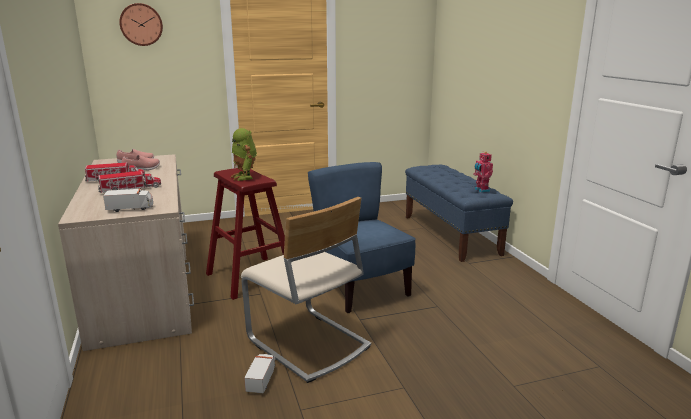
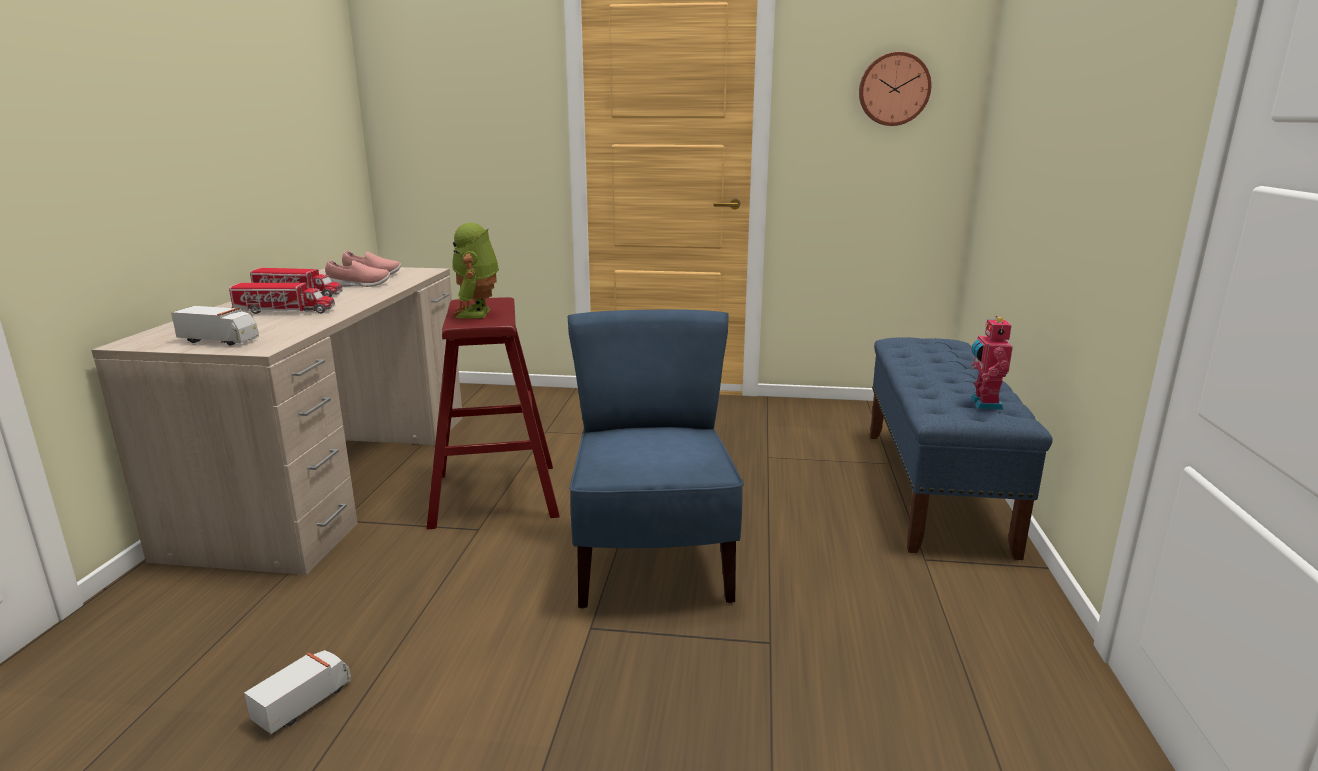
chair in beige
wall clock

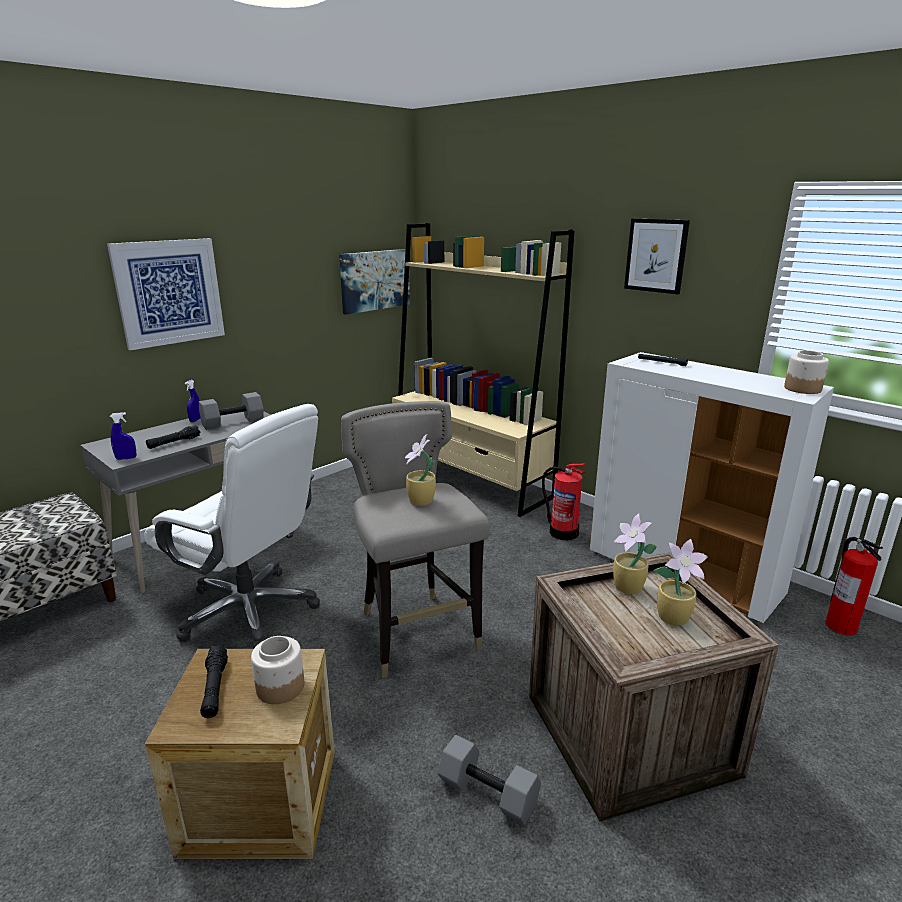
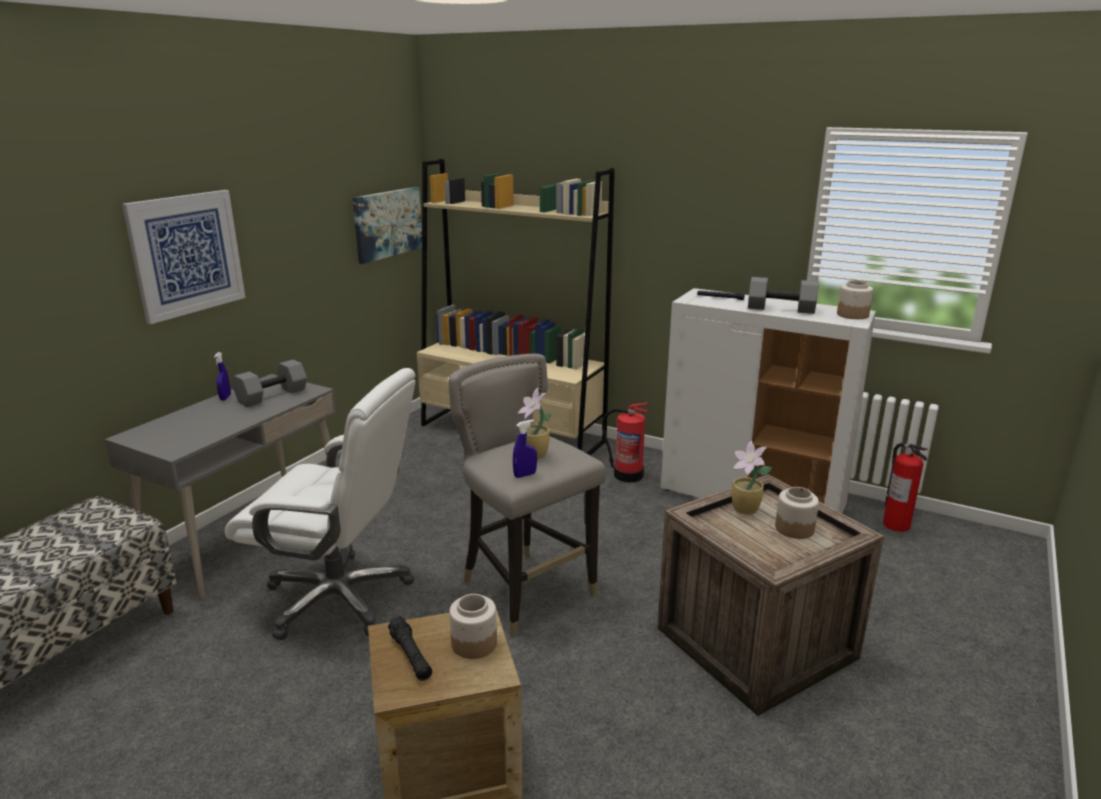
flashlight in black (no. 1 from left in the first image)
picture (no. 3 from left in the first image)
spray bottle in blue (no. 2 from left)
dumbbell in grey (no. 2 from left)
jar (no. 2 from left)

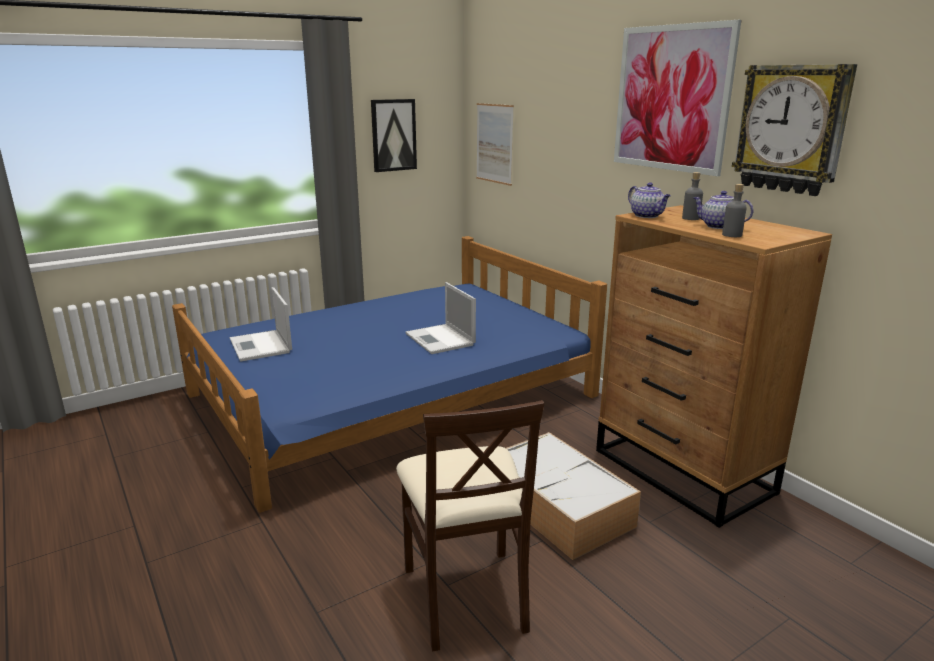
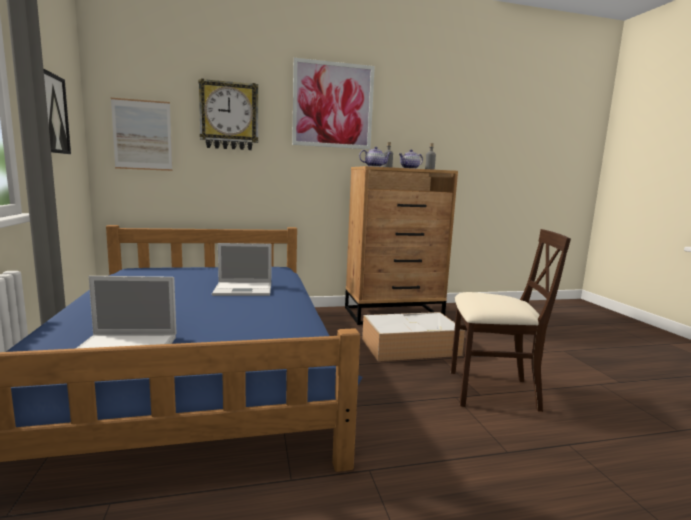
wall clock

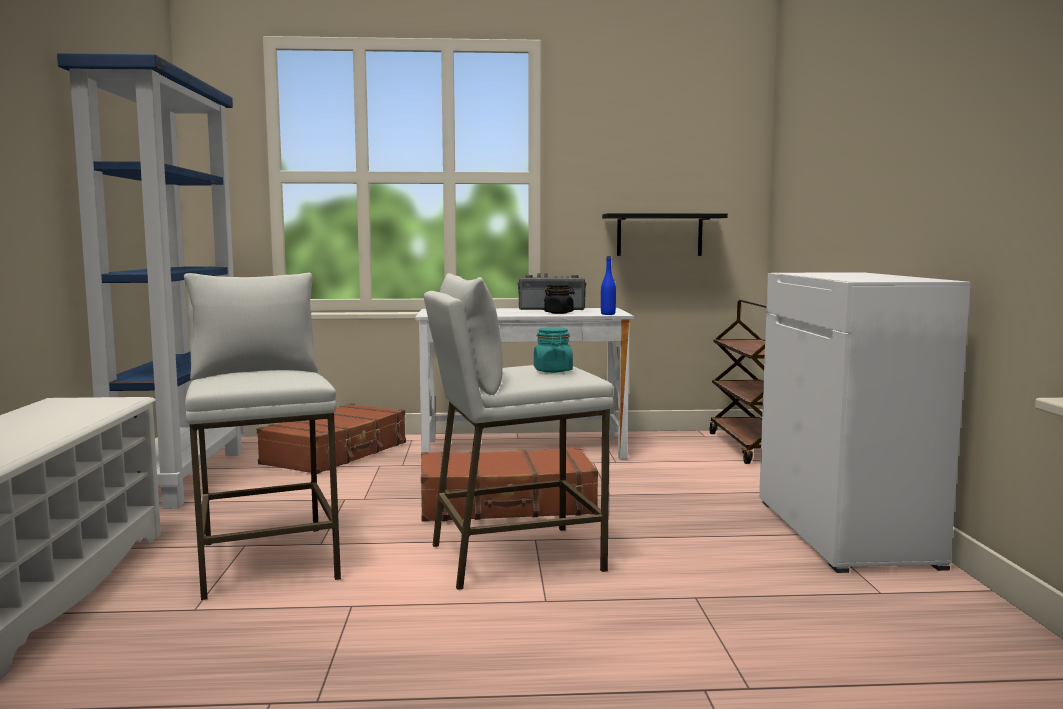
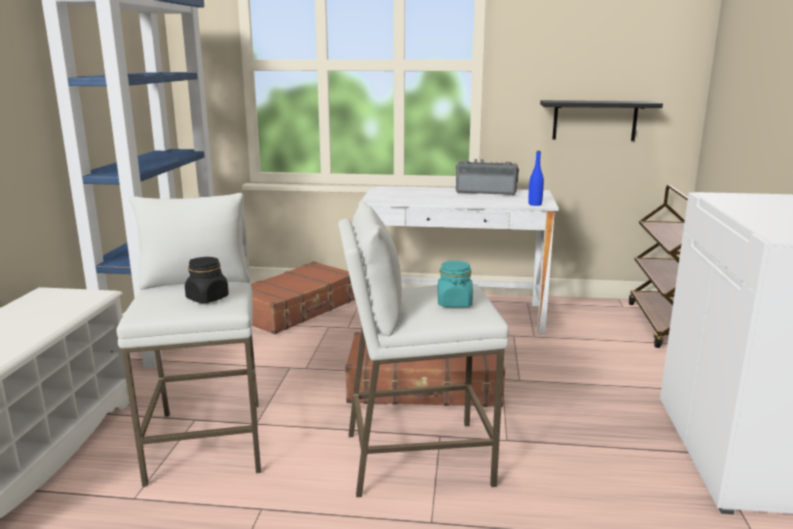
jar in black

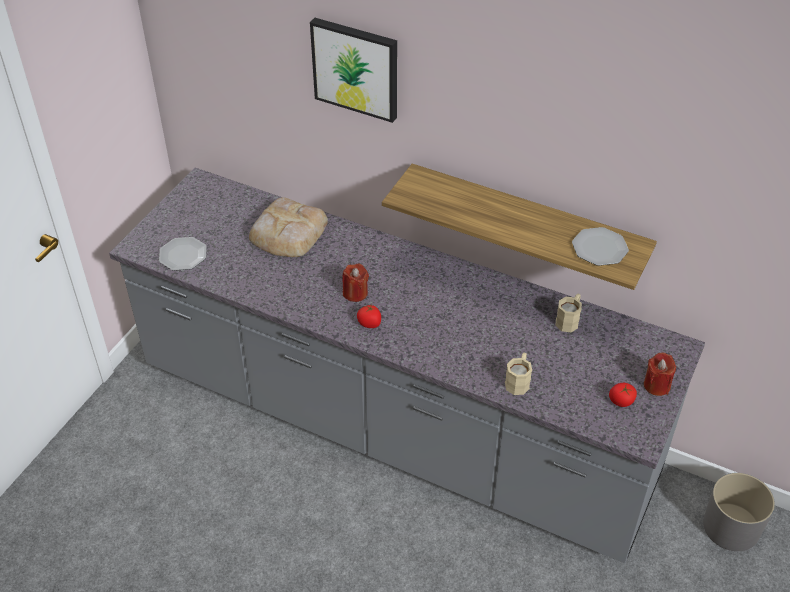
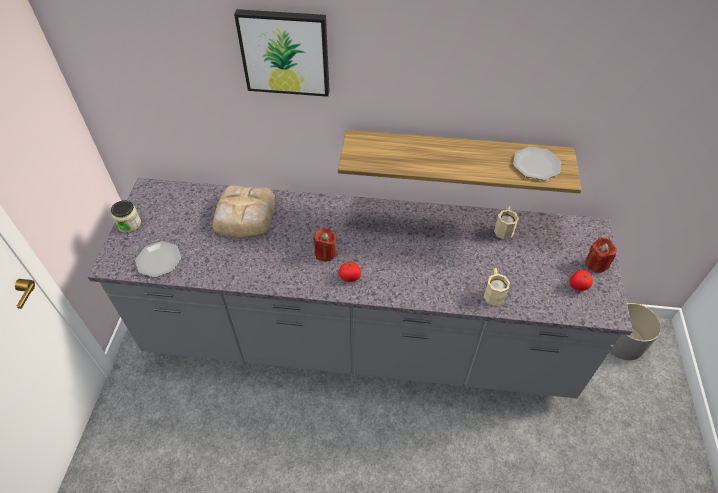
jar

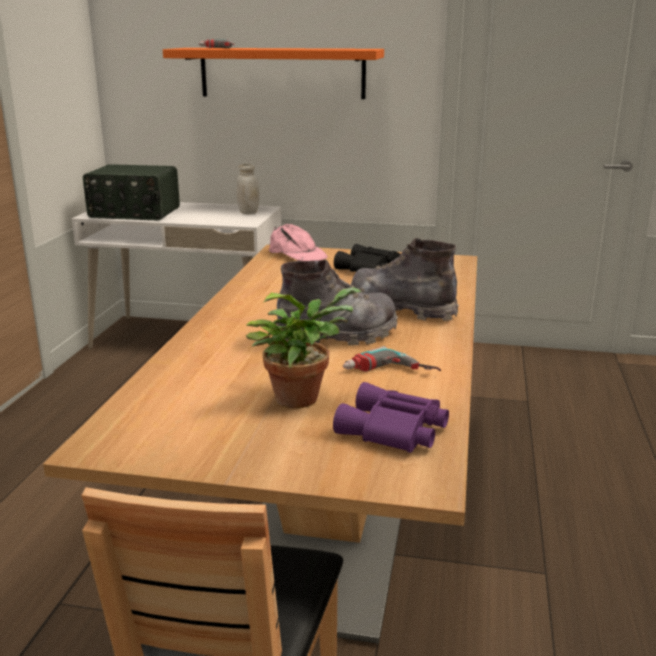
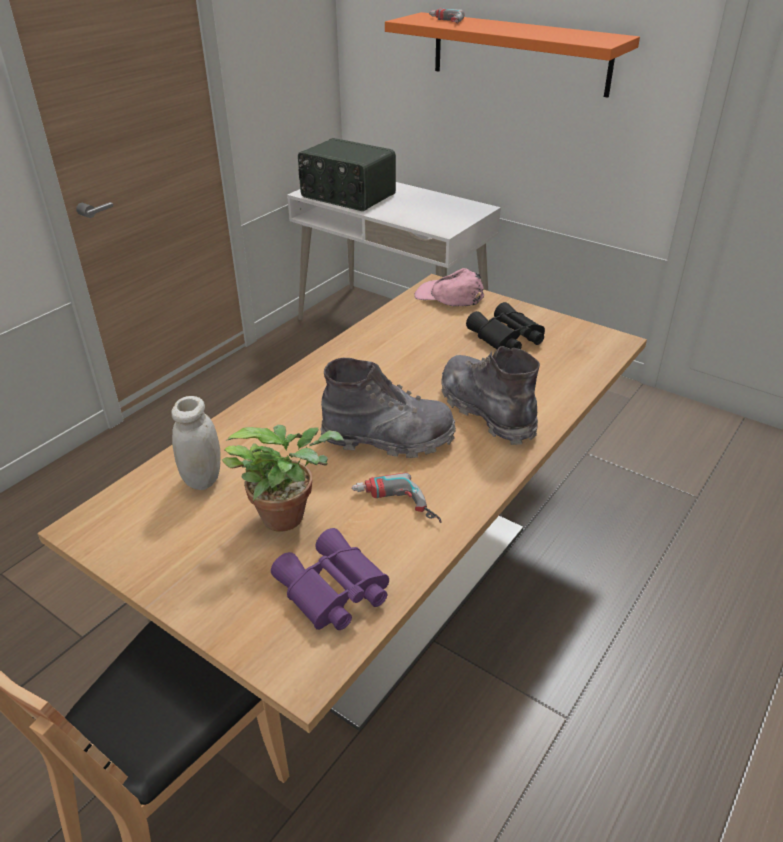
jar in white
cap in pink

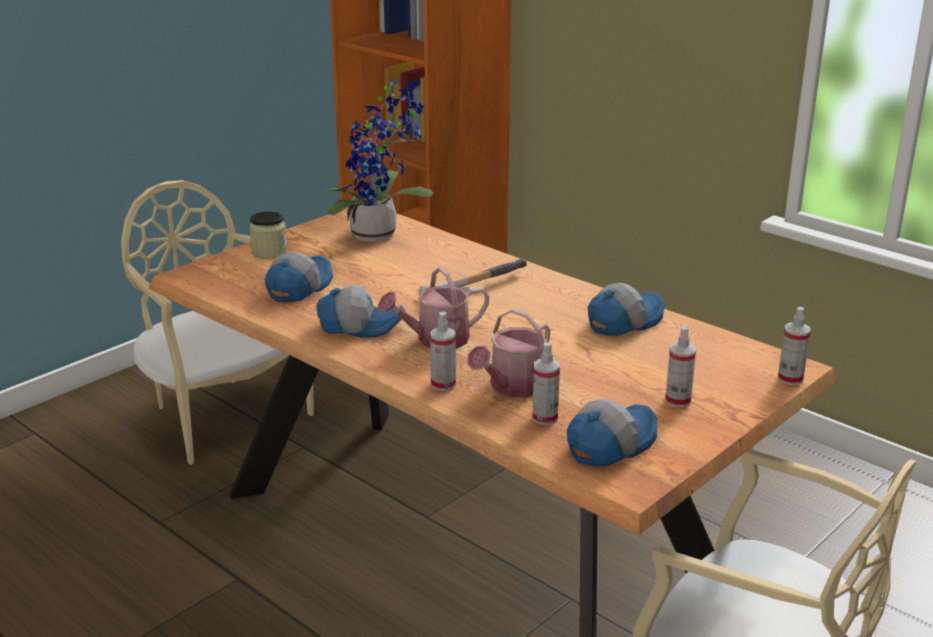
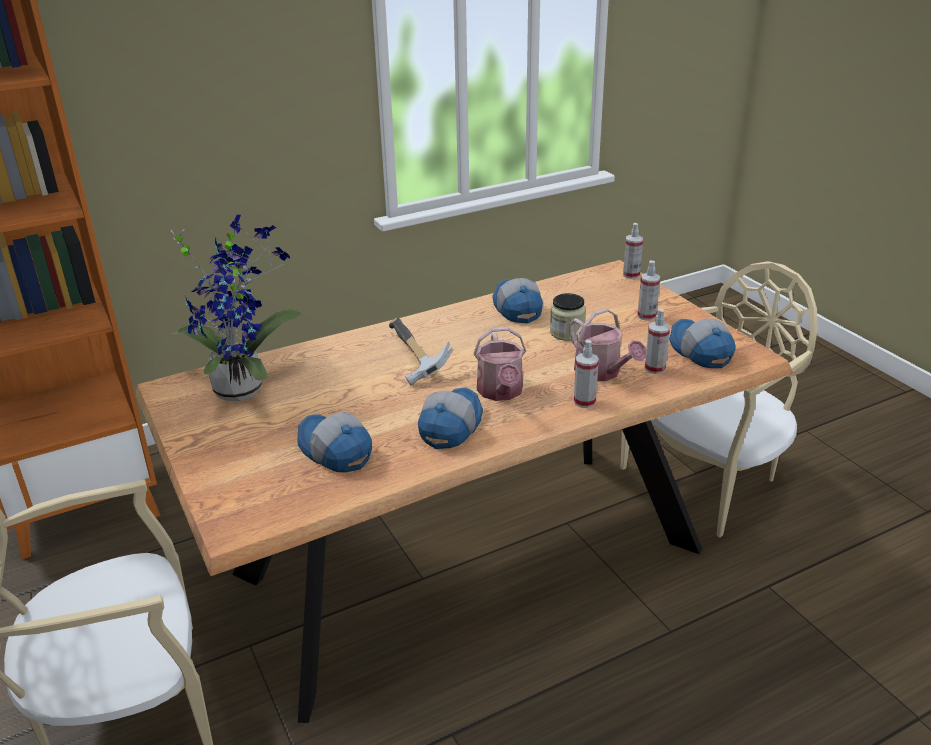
jar

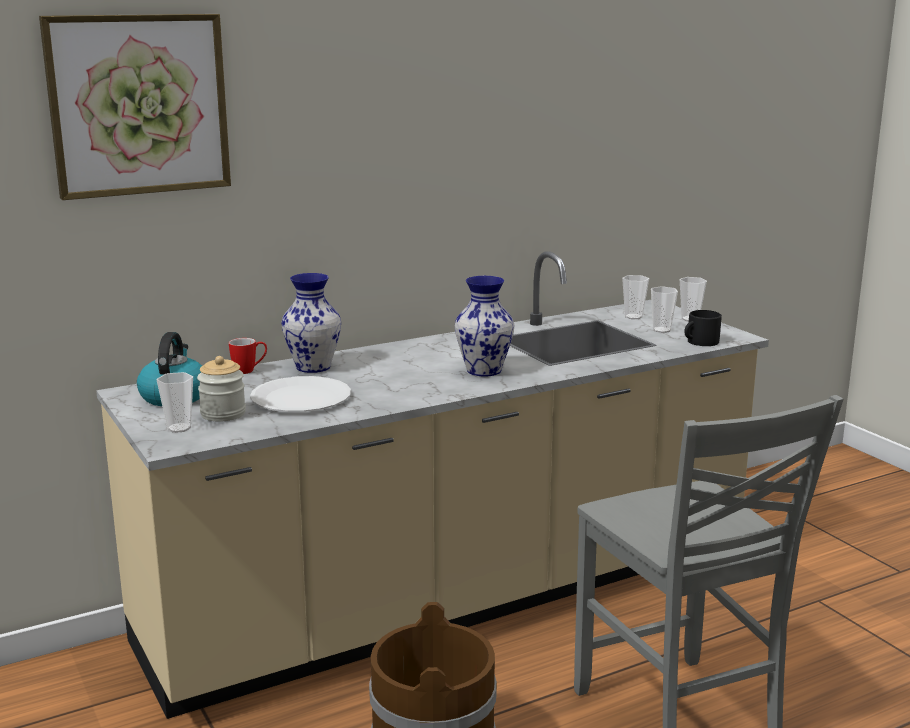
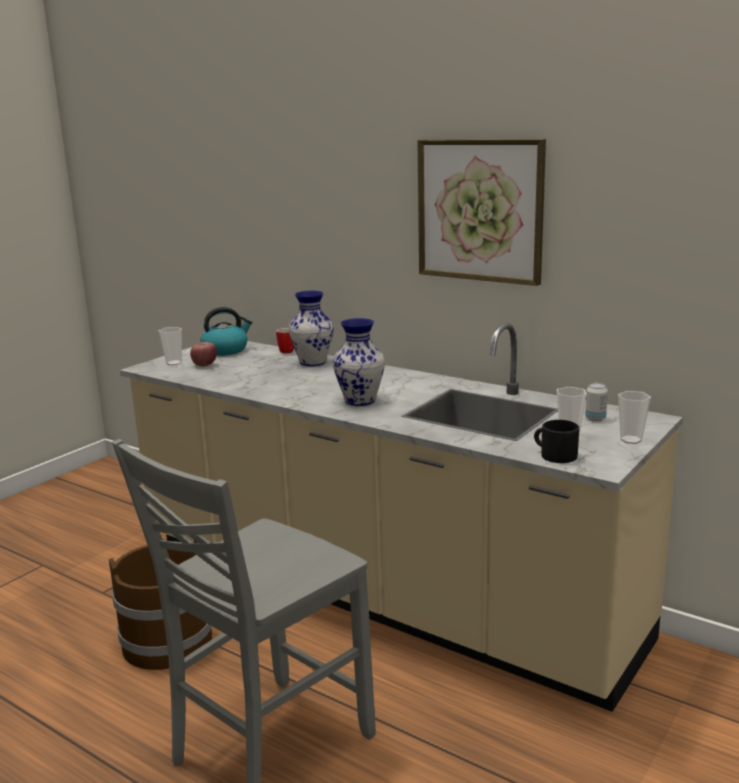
plate in white
picture
apple
can

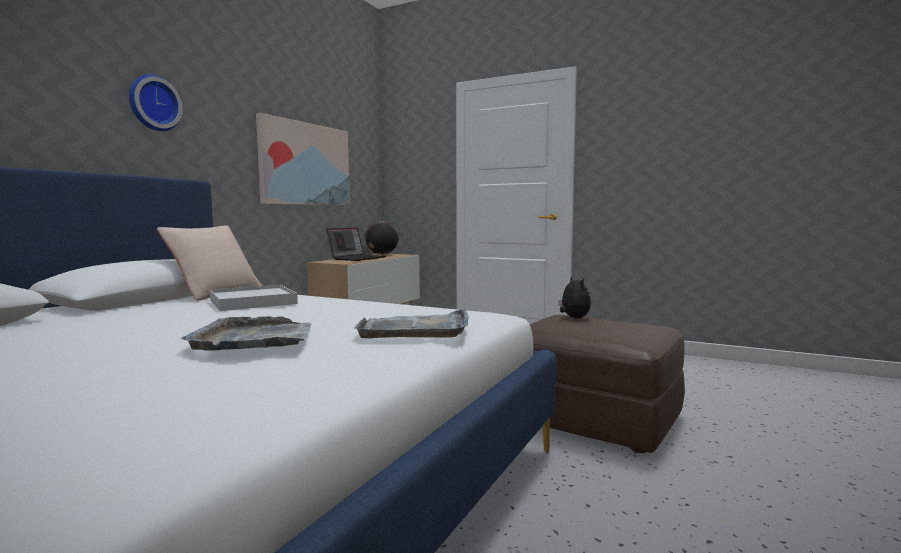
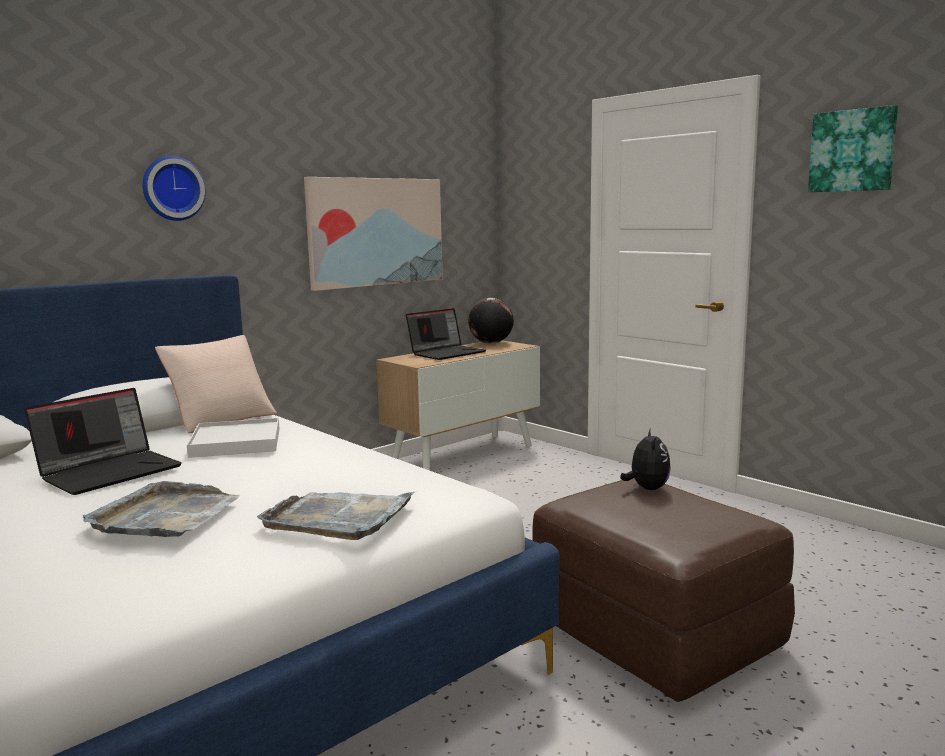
laptop (no. 1 from left)
picture (no. 2 from left)

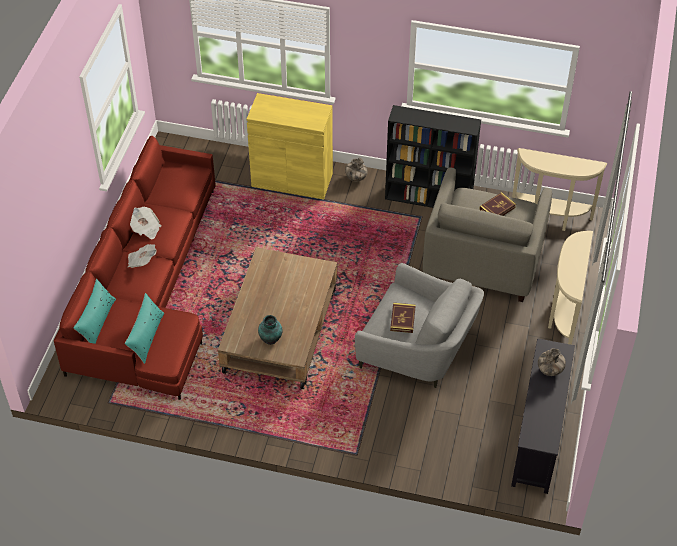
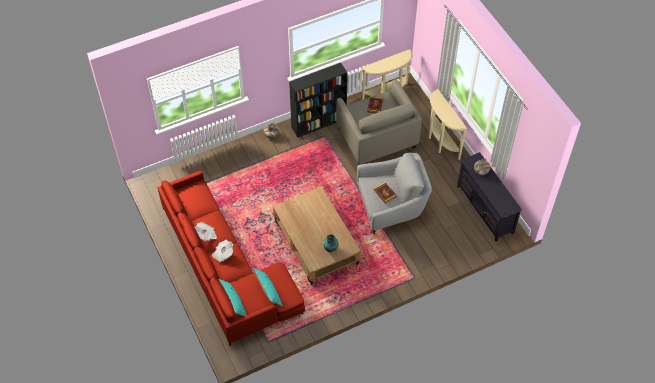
cabinet in yellow

